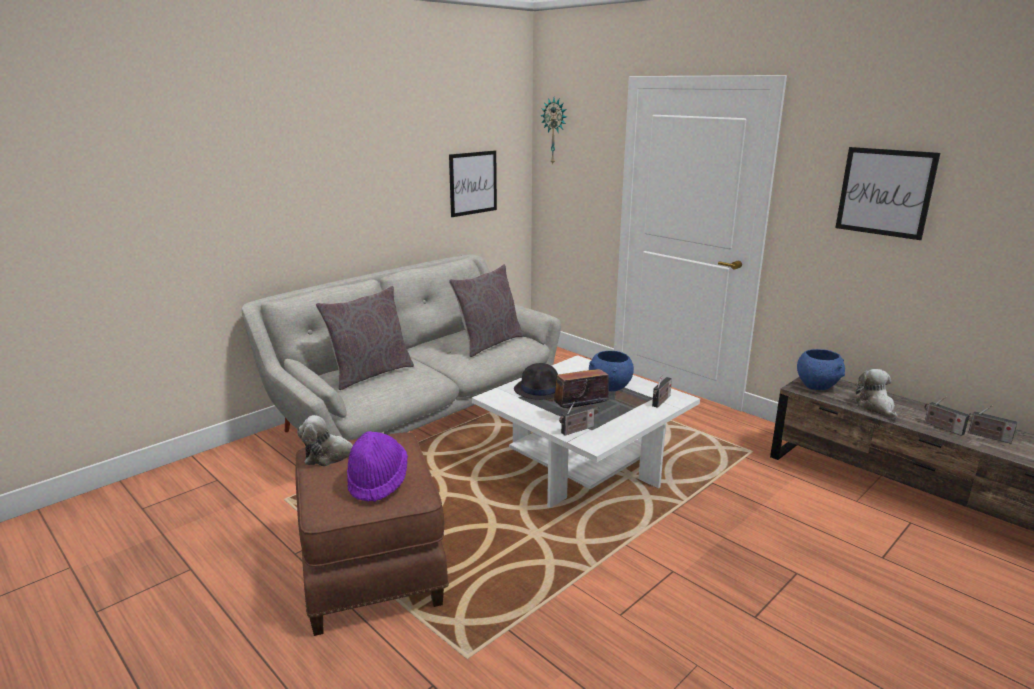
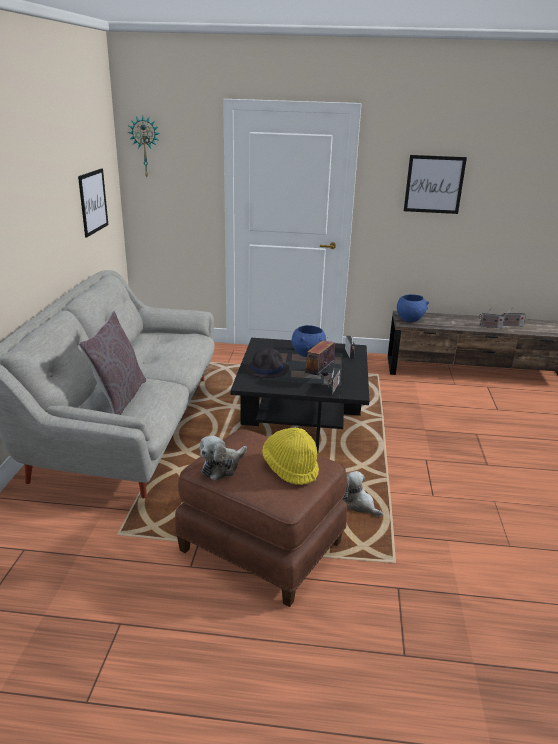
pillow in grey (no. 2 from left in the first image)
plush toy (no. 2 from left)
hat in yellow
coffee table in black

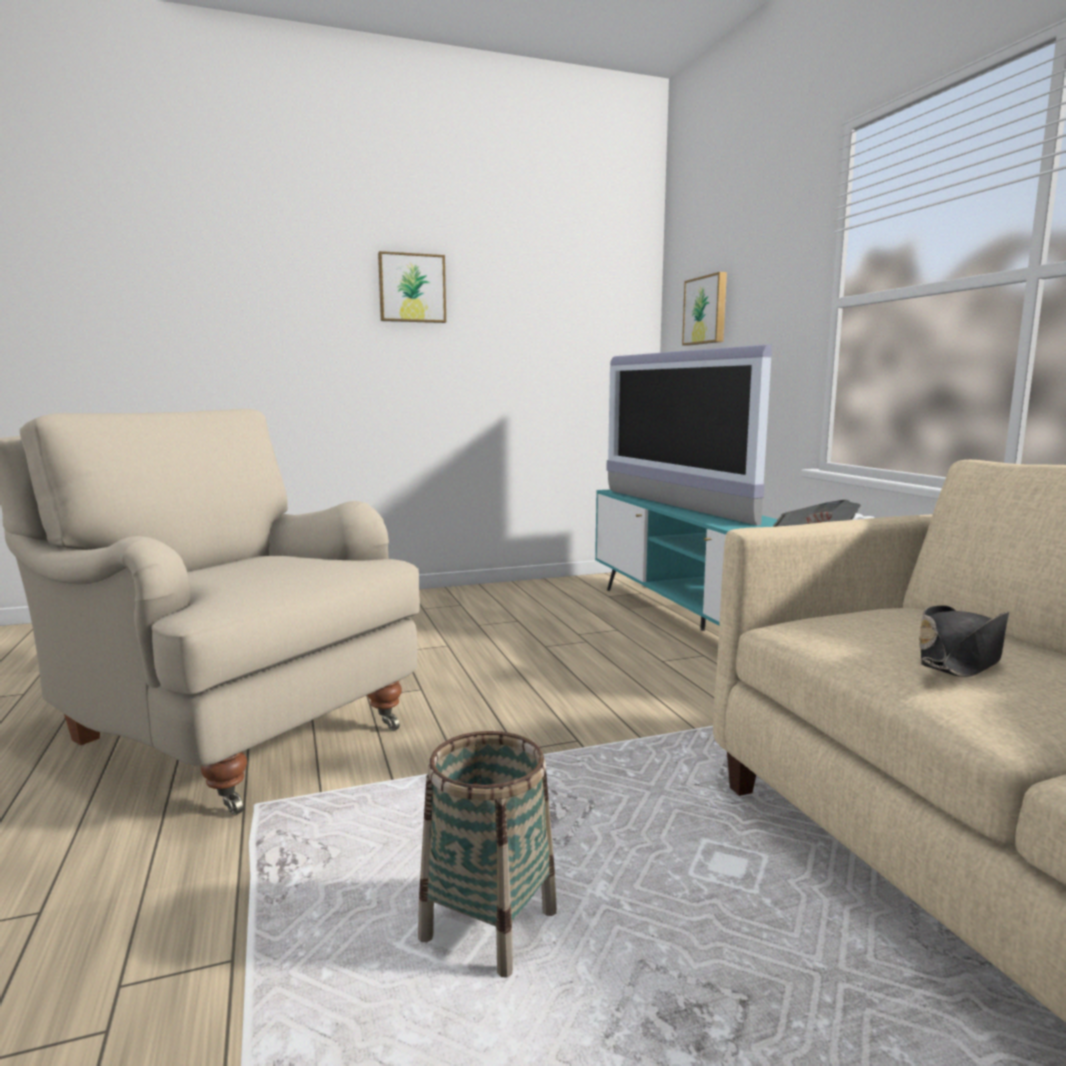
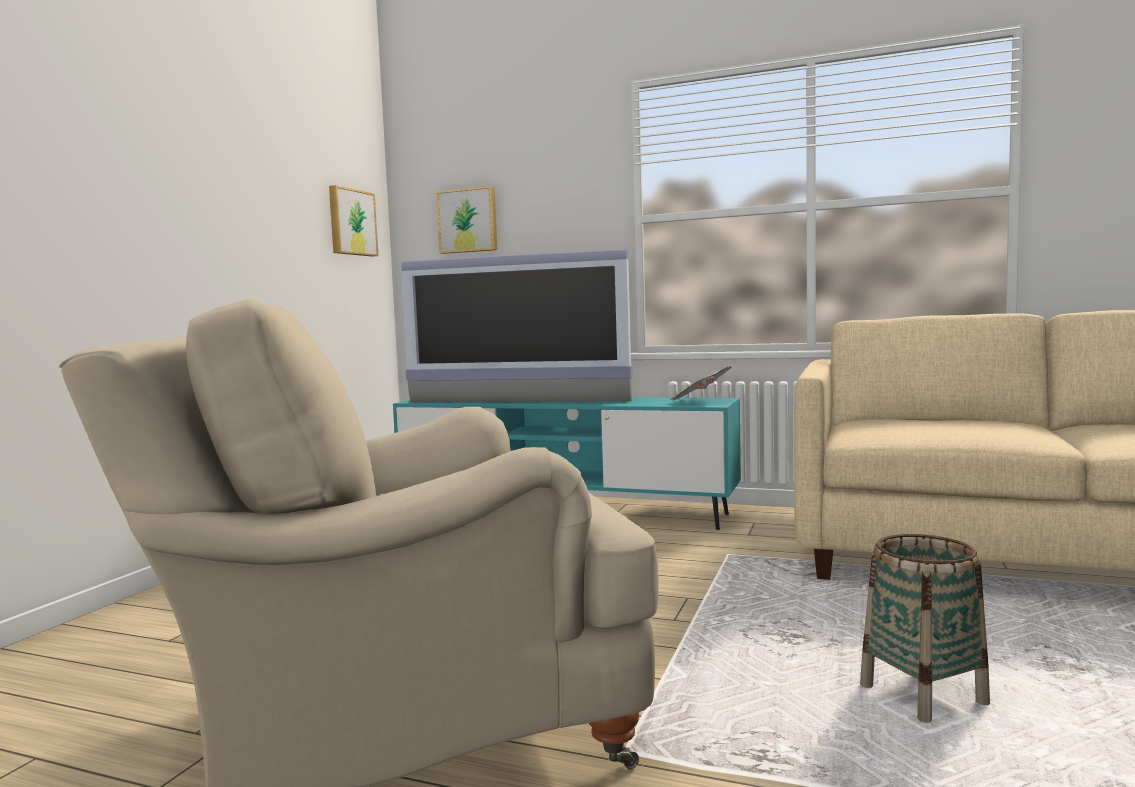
hat in black
picture (no. 1 from left)

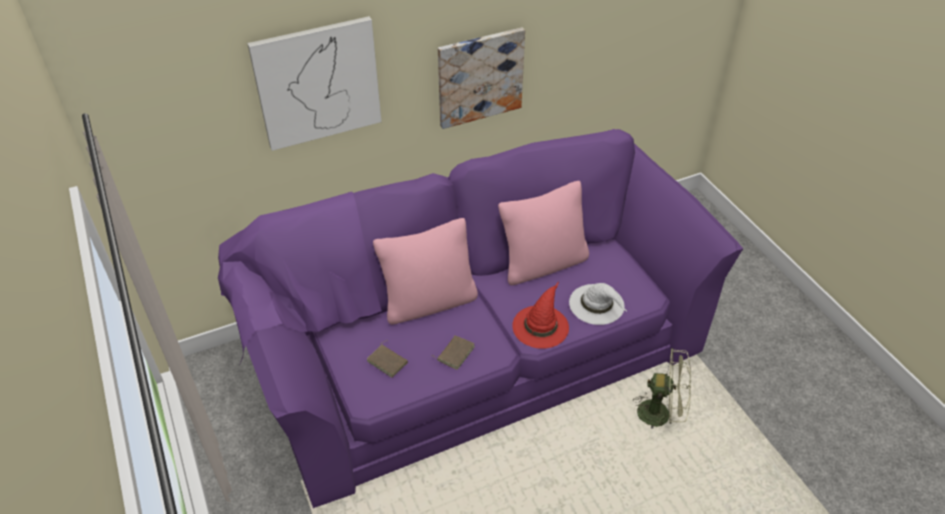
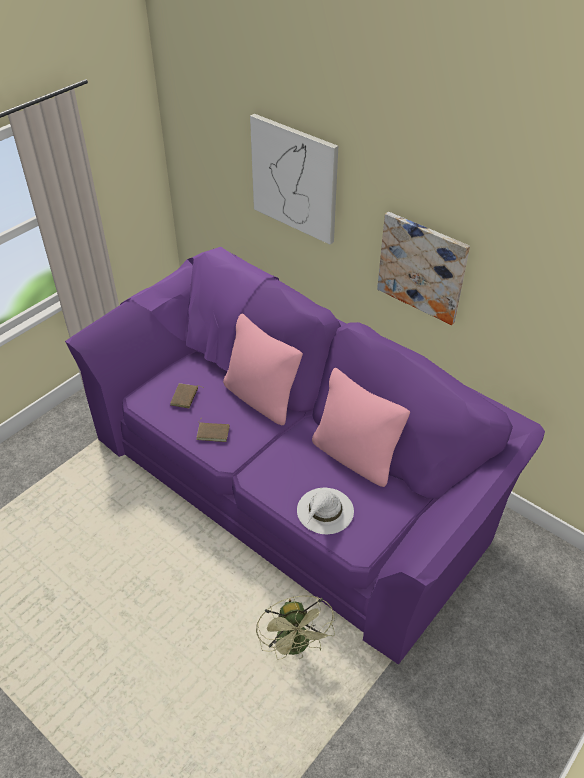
hat in red

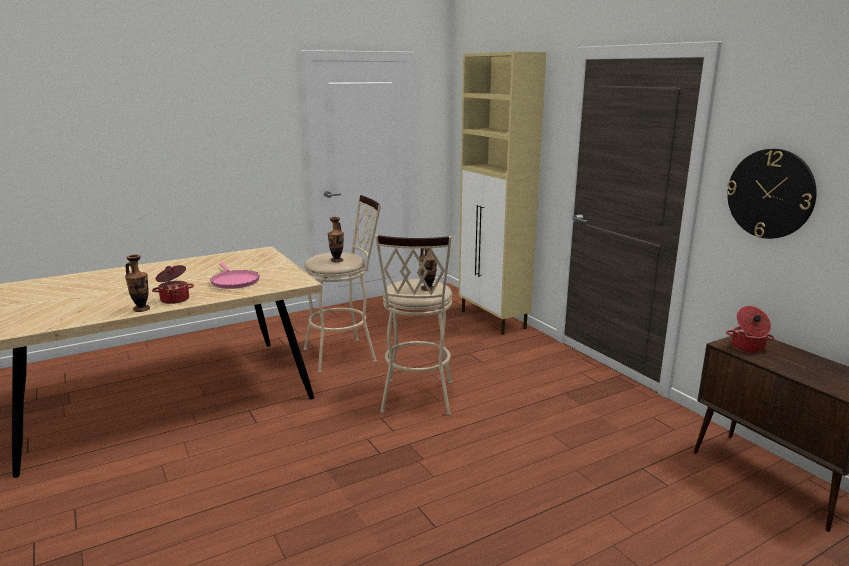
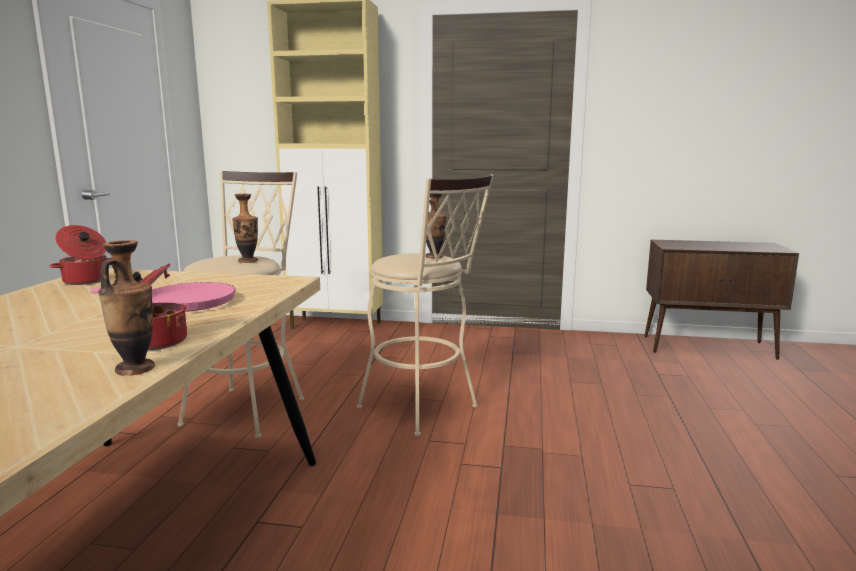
wall clock
cooking pot (no. 1 from left)

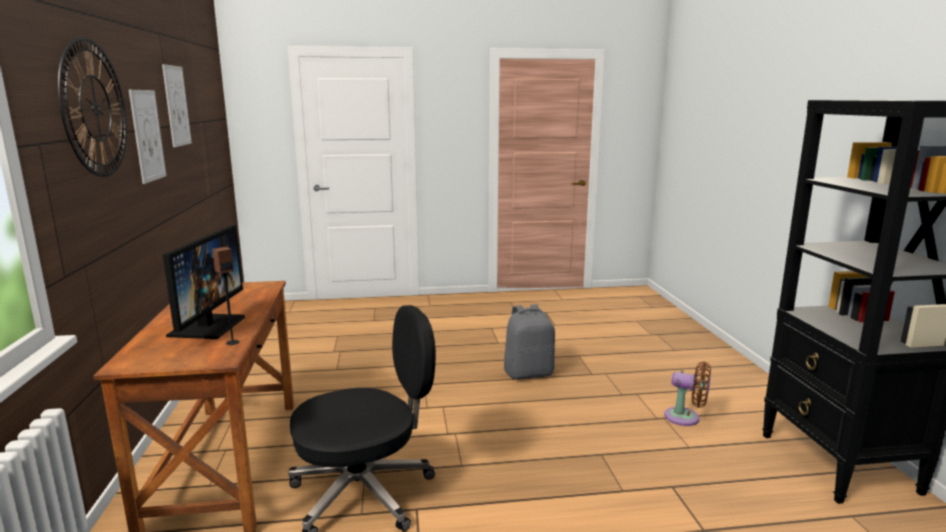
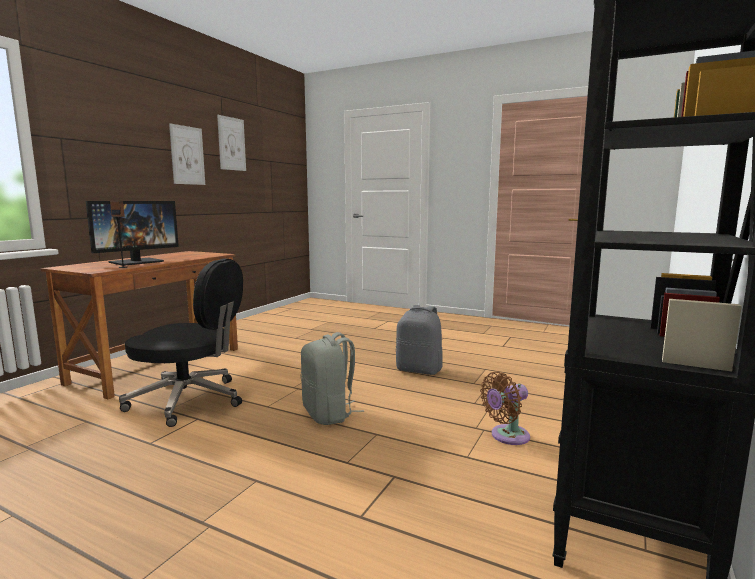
wall clock
backpack in grey (no. 1 from left)
fan in brown

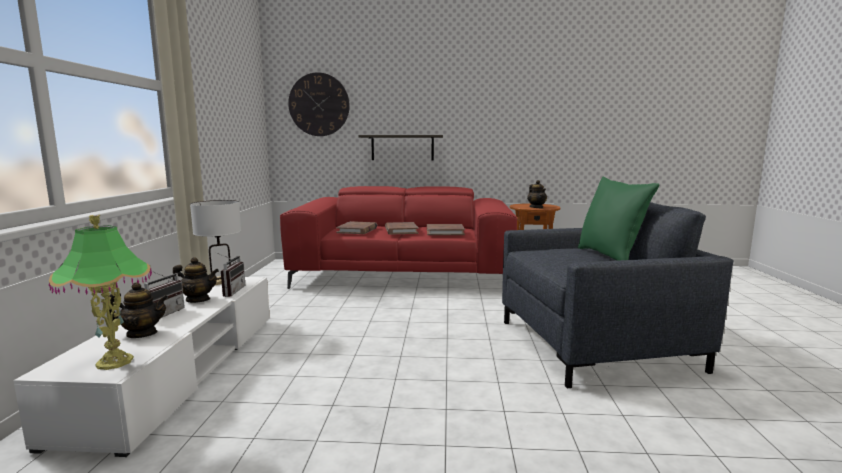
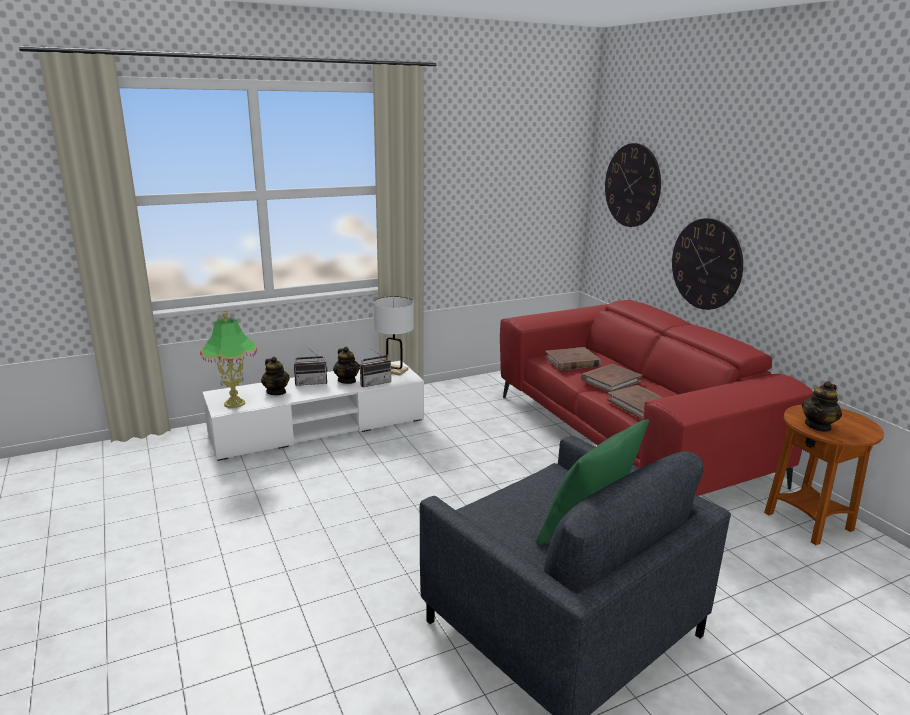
wall clock (no. 2 from left)

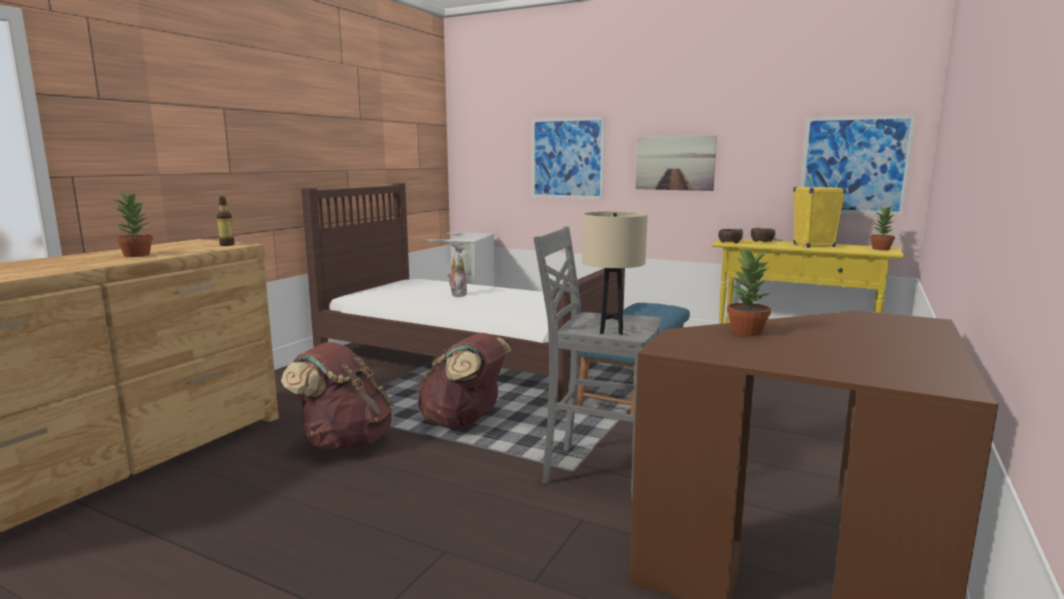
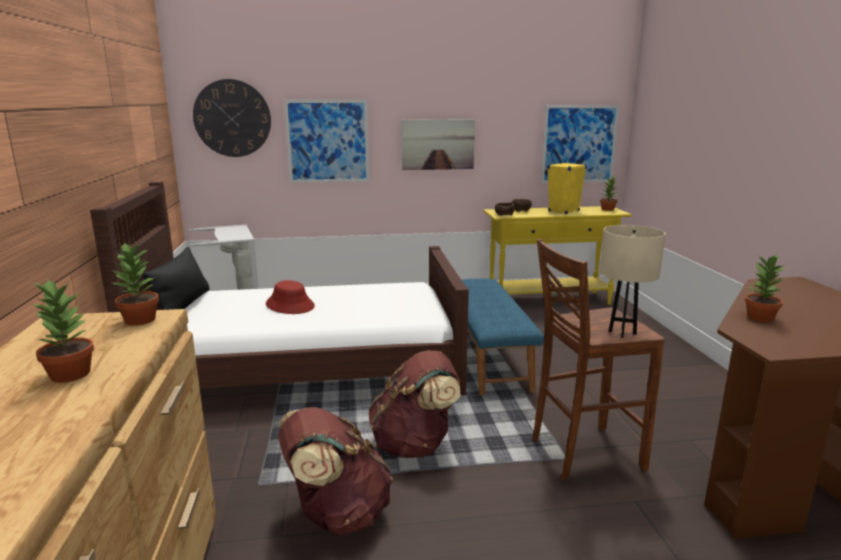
pillow in black
wall clock
potted plant (no. 2 from left)
hat in red
stool in brown

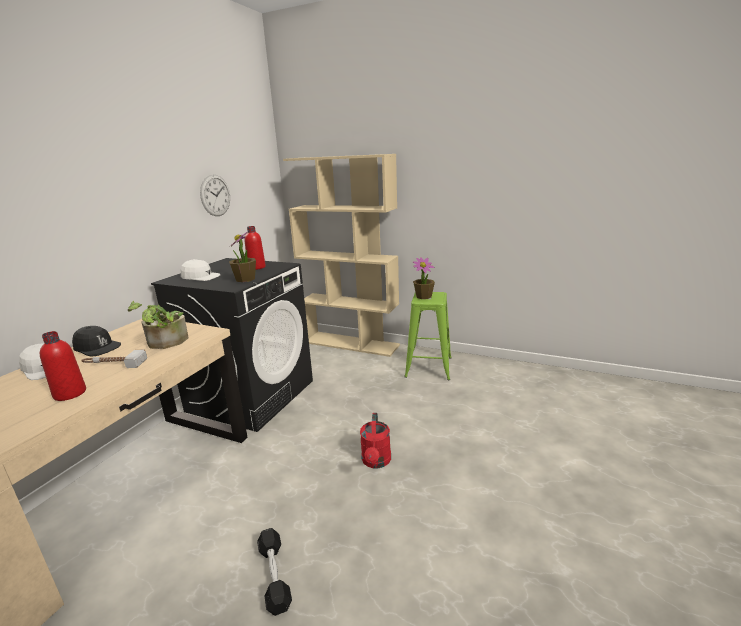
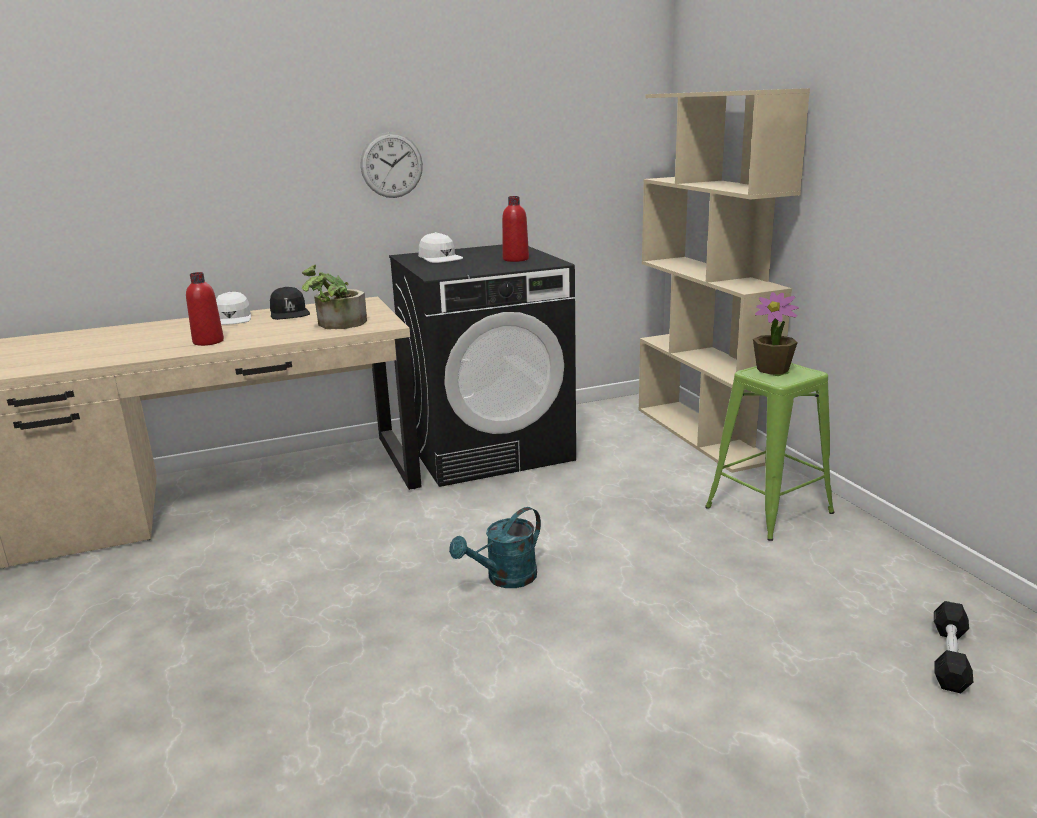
hammer
potted plant (no. 2 from left in the first image)
wall clock
dumbbell in black
watering can in turquoise

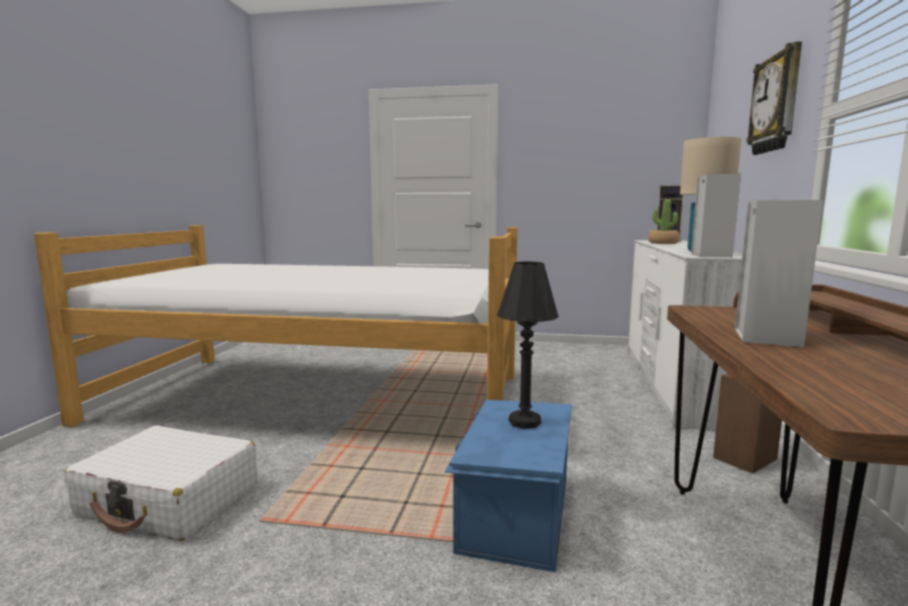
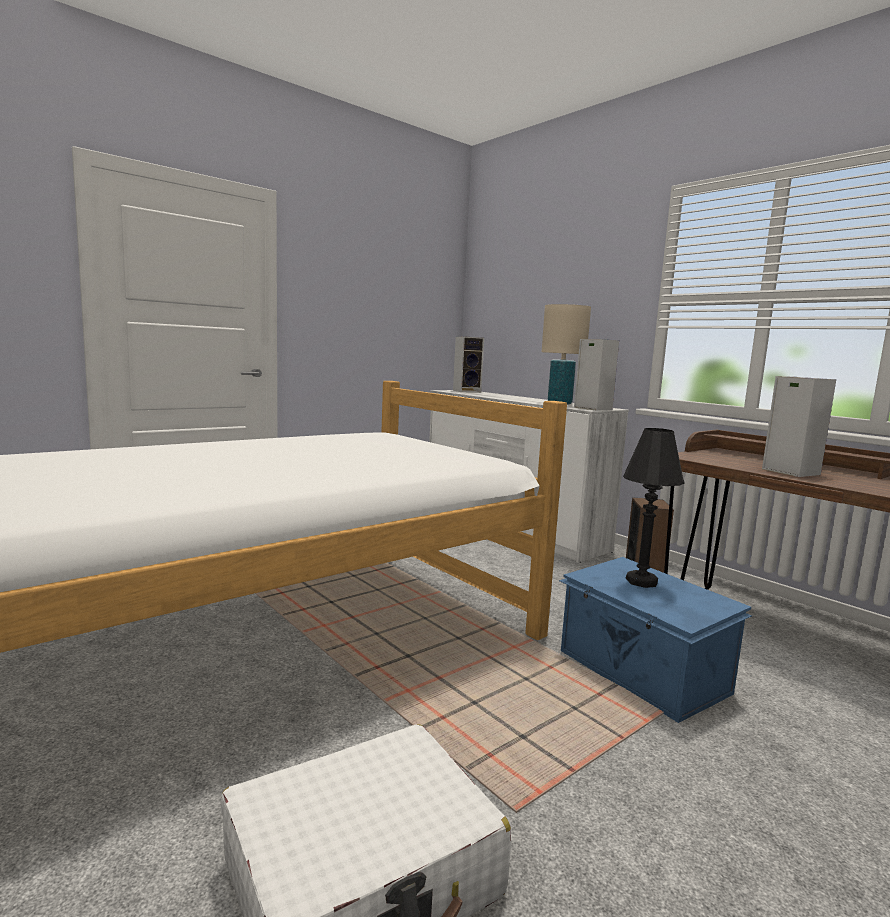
potted plant
wall clock

